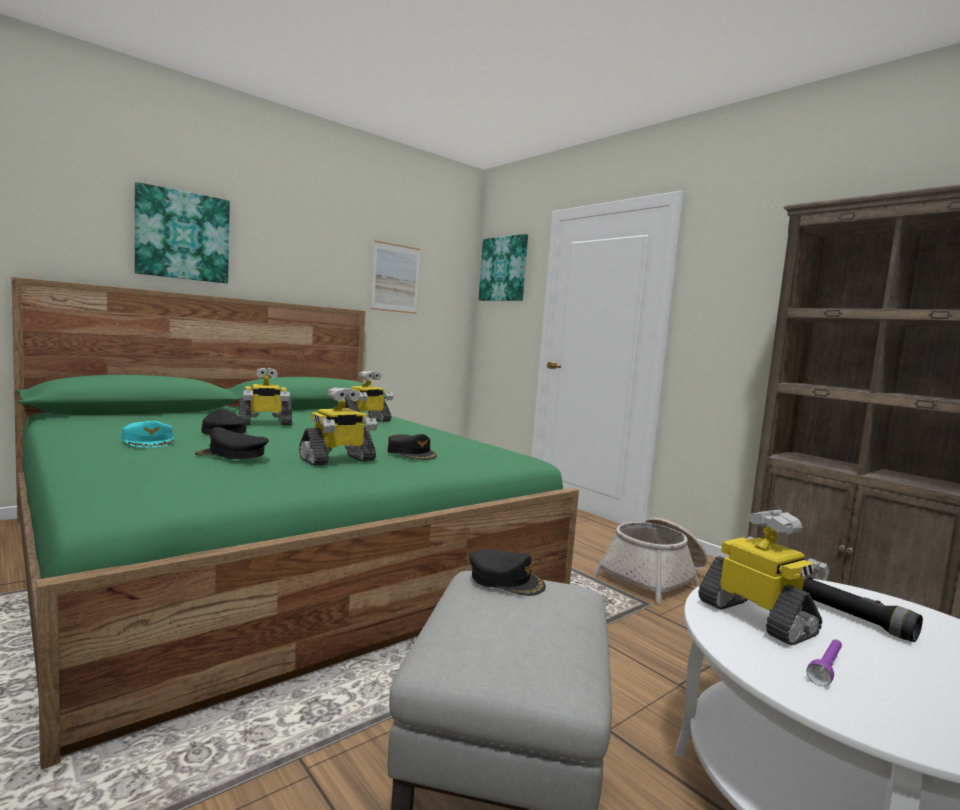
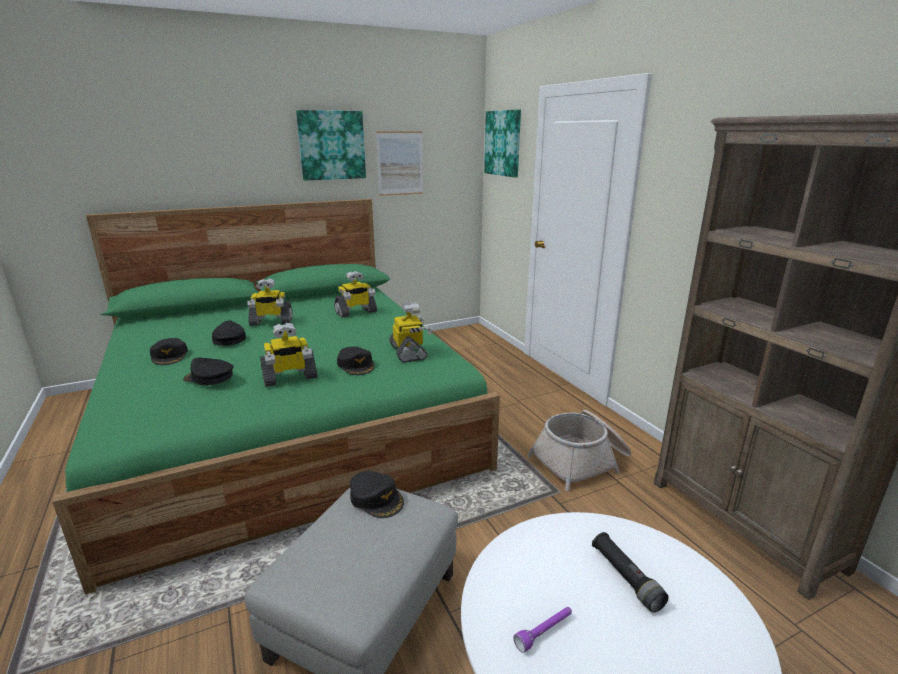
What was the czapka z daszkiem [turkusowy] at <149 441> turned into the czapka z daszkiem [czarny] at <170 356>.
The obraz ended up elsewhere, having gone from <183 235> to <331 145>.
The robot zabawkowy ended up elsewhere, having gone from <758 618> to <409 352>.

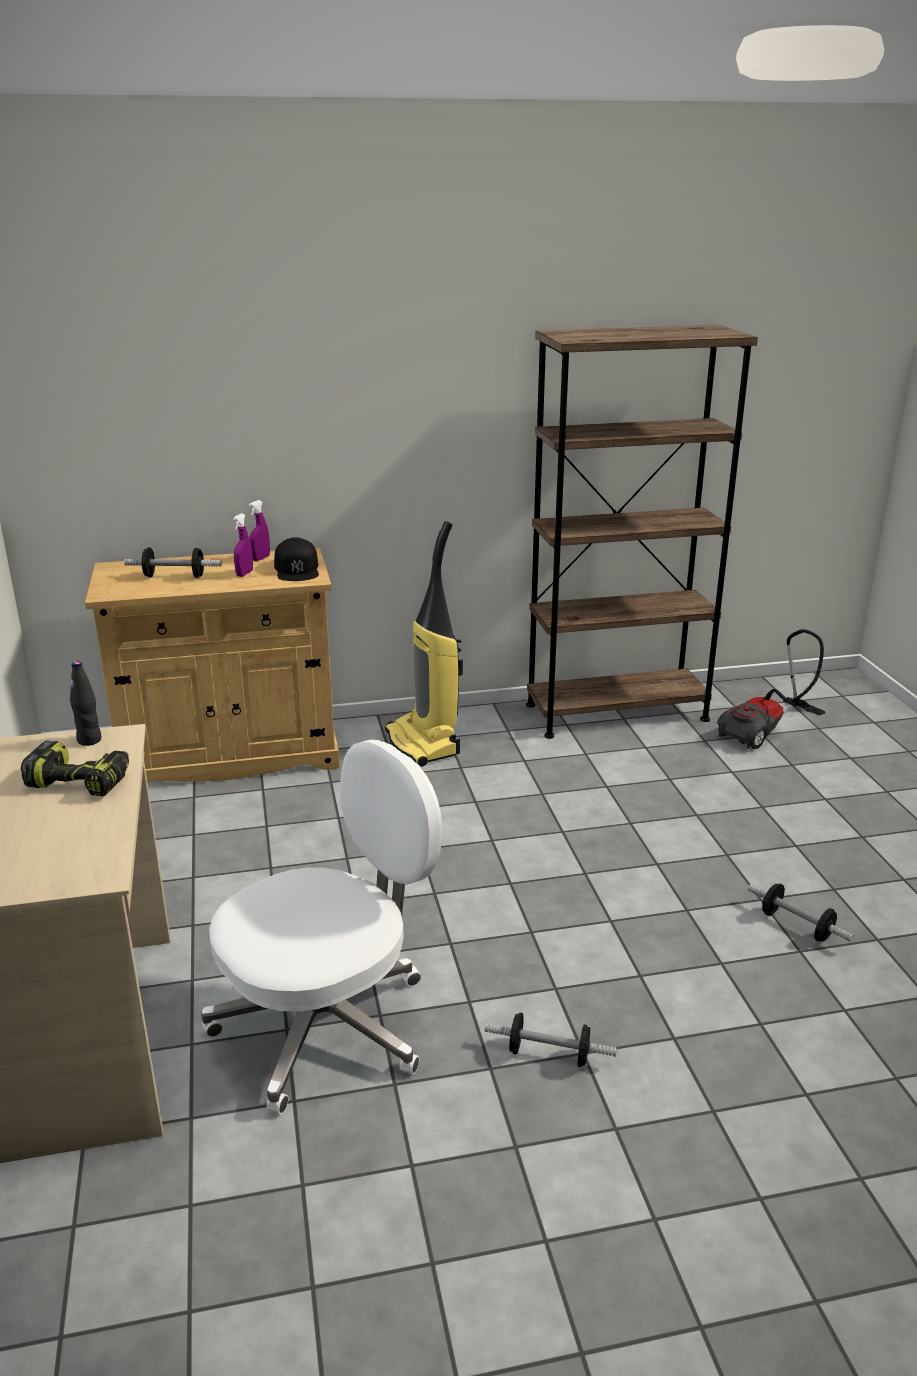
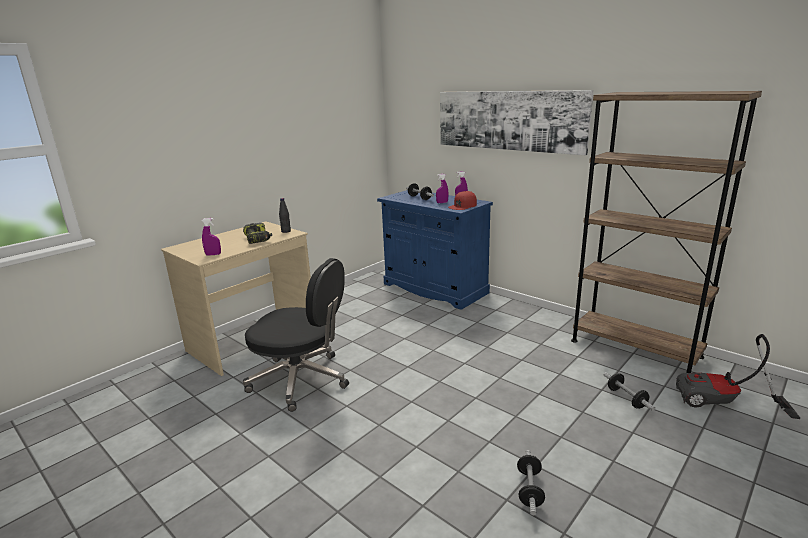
The second view gained the spryskiwacz [fioletowy] at <213 254>.
What was the krzesło biurowe [biały] at <327 1024> turned into the krzesło biurowe [czarny] at <301 380>.
What was the szafka [beżowy] at <229 755> turned into the szafka [niebieski] at <434 288>.
The second view gained the obraz at <508 120>.
What was the czapka z daszkiem [czarny] at <297 569> turned into the czapka z daszkiem [czerwony] at <463 206>.
The hantel ended up elsewhere, having gone from <549 1054> to <626 398>.
The second view lost the odkurzacz at <424 743>.

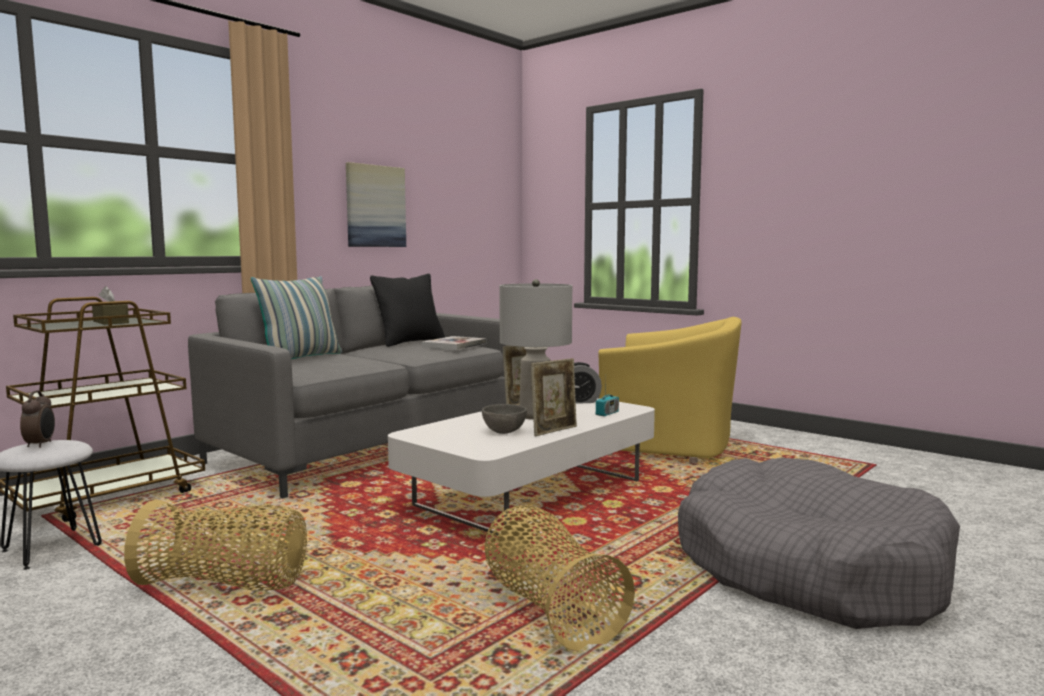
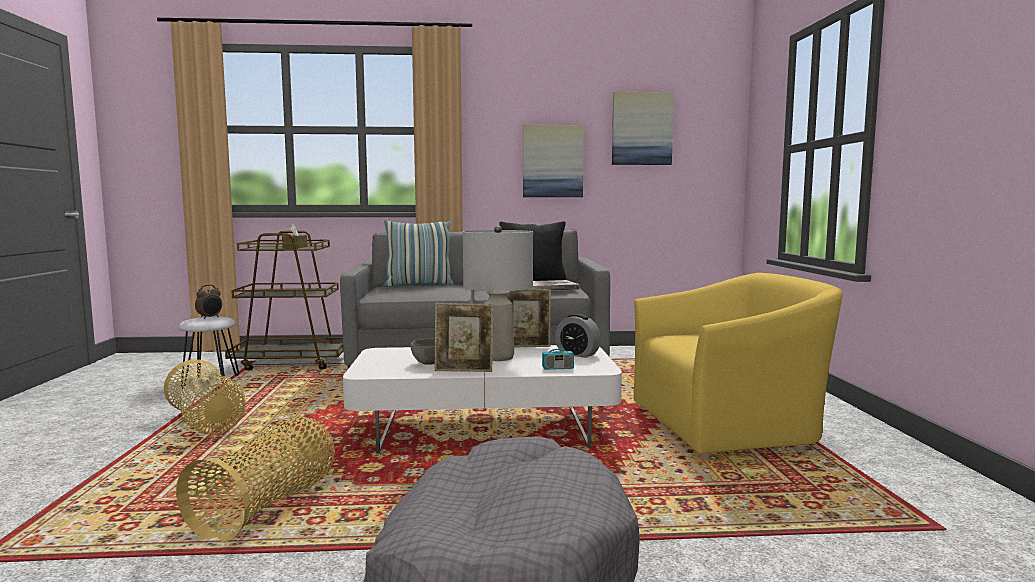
The second view gained the obraz at <642 129>.
The fotel [żółty] at <670 444> ended up facing another way, 75 degrees counterclockwise from before.

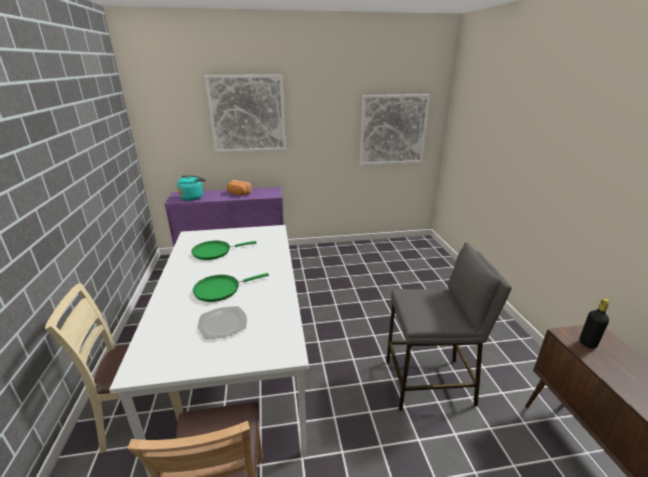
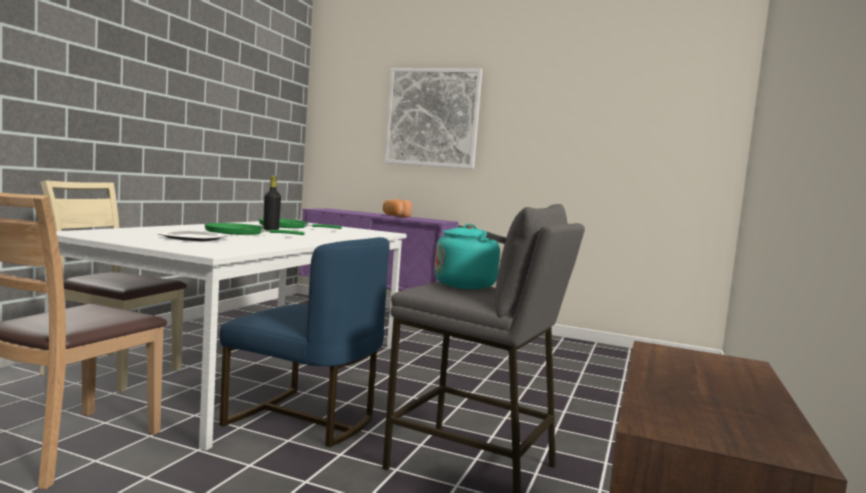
The second view gained the krzesło [niebieski] at <304 419>.
The butelka [czarny] ended up elsewhere, having gone from <587 343> to <271 230>.
The czajnik [turkusowy] ended up elsewhere, having gone from <193 197> to <468 285>.
The second view lost the obraz at <393 130>.

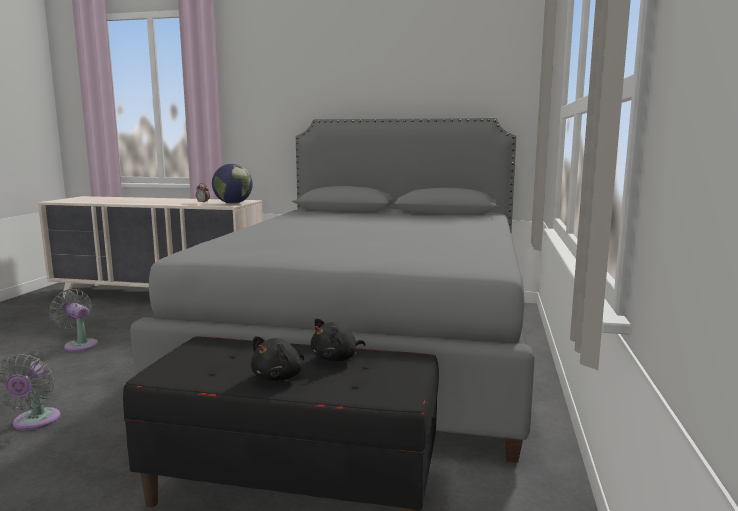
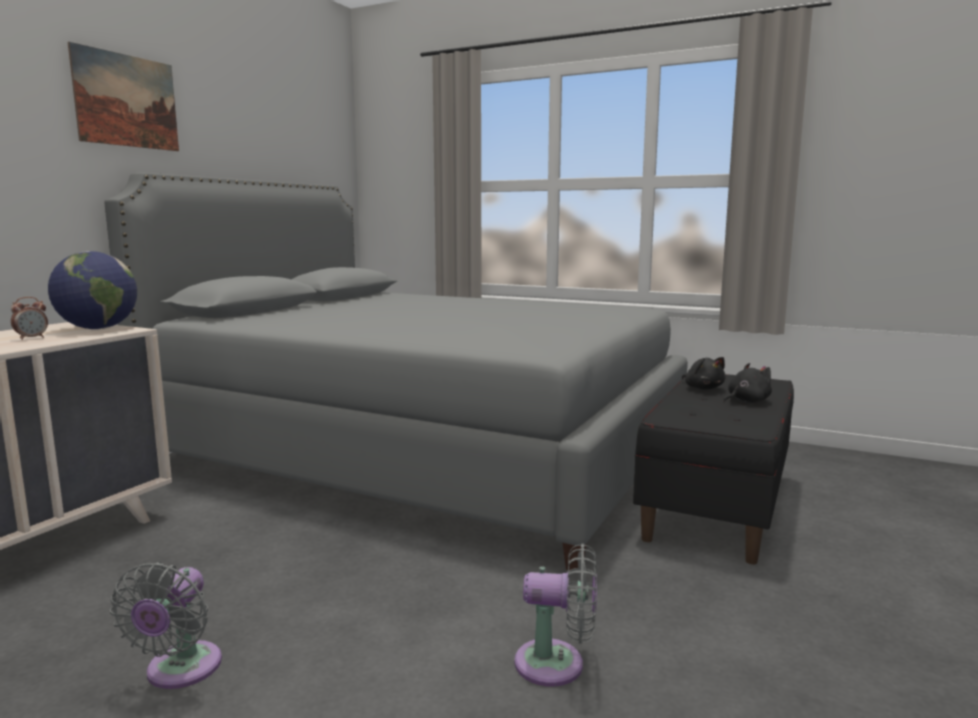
The second view gained the obraz at <126 101>.
The wentylator [szary] at <79 345> ended up facing another way, 45 degrees counterclockwise from before.
The pluszak [czarny] at <279 377> ended up facing another way, 75 degrees counterclockwise from before.

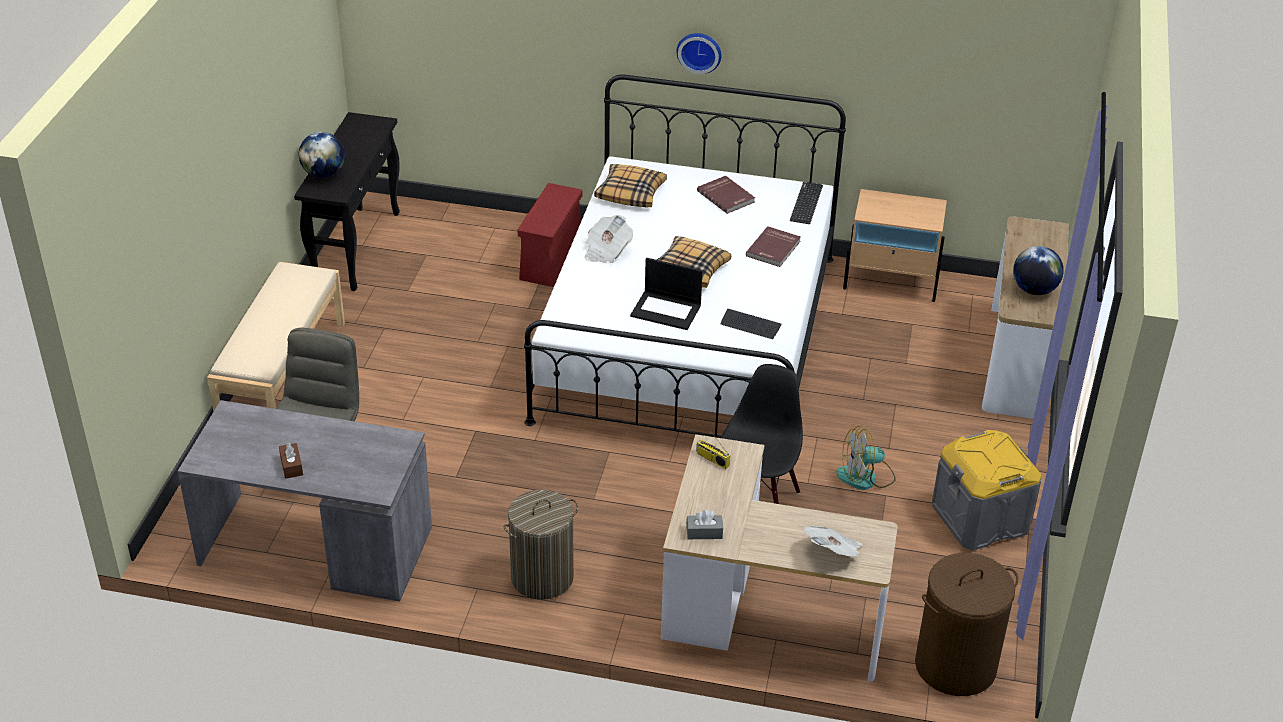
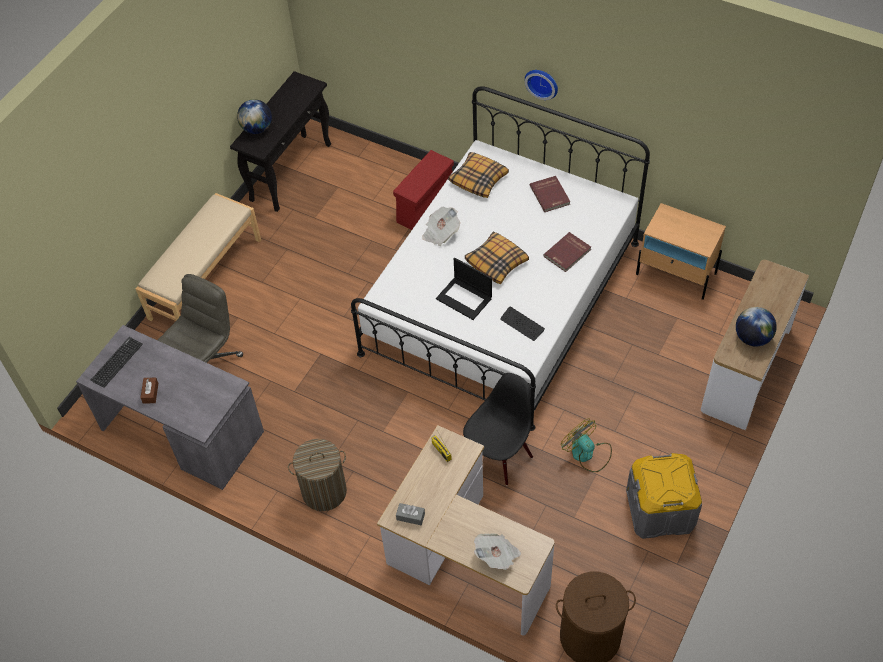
The klawiatura ended up elsewhere, having gone from <806 203> to <117 362>.
The wentylator at <865 477> ended up facing another way, 45 degrees clockwise from before.

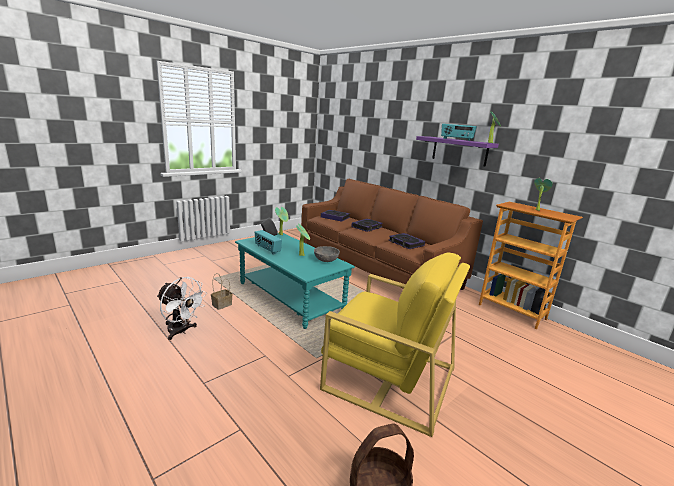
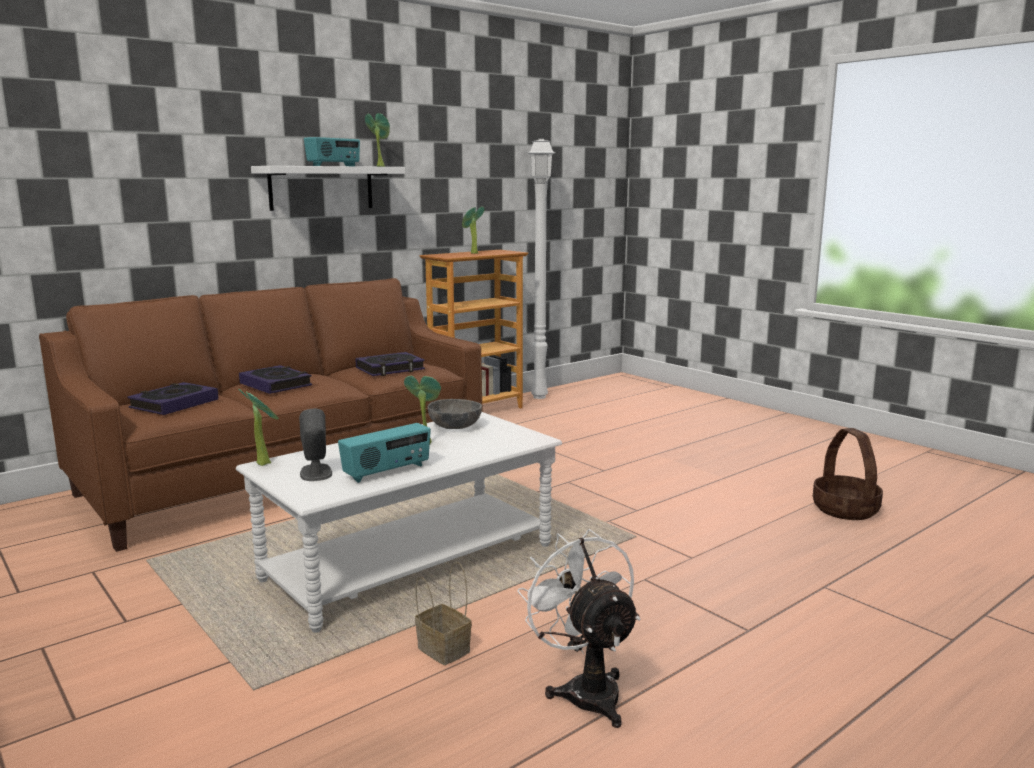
What was the ława [turkusowy] at <290 297> turned into the ława [biały] at <411 563>.
What was the półka [fioletowy] at <459 151> turned into the półka [biały] at <321 188>.
The wentylator [biały] at <181 331> ended up facing another way, 60 degrees counterclockwise from before.
The second view gained the lampa stojąca [biały] at <538 396>.
The second view lost the fotel [żółty] at <389 377>.

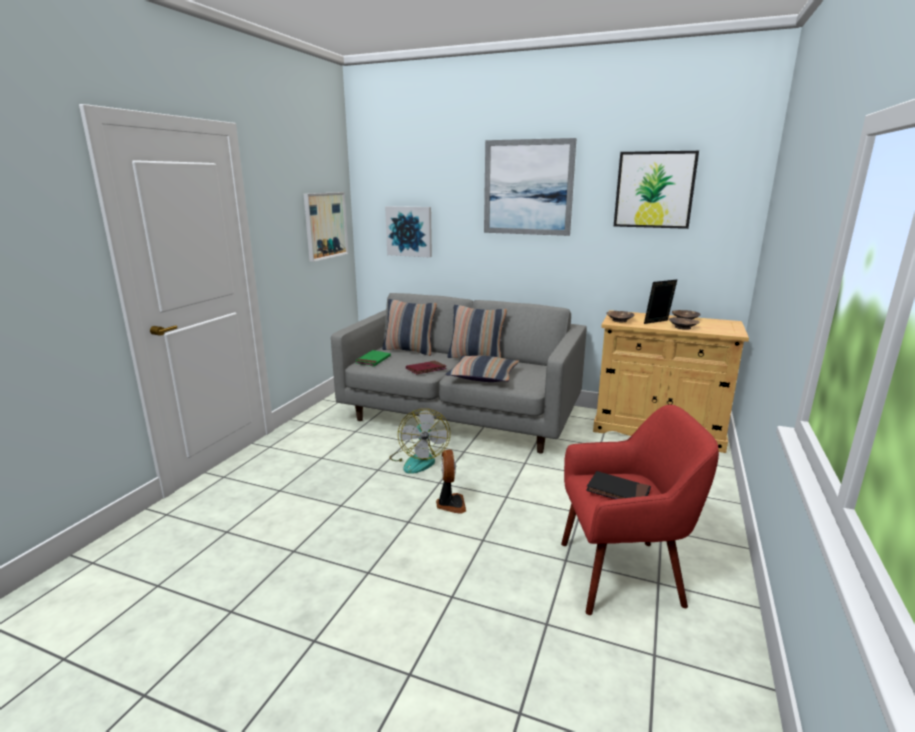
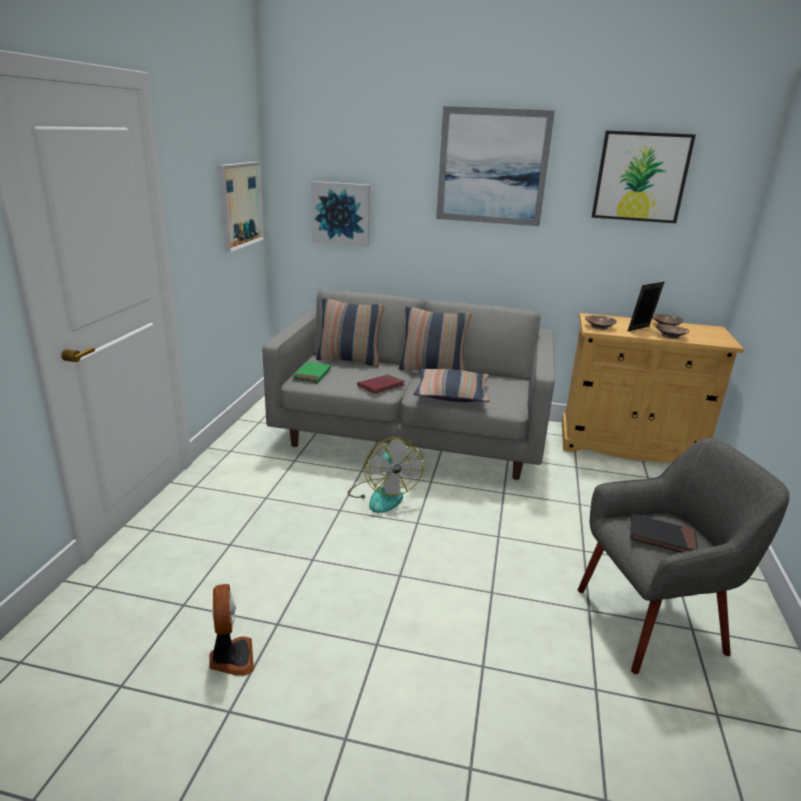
The wentylator ended up elsewhere, having gone from <450 504> to <231 658>.
What was the fotel [czerwony] at <622 574> turned into the fotel [szary] at <652 622>.

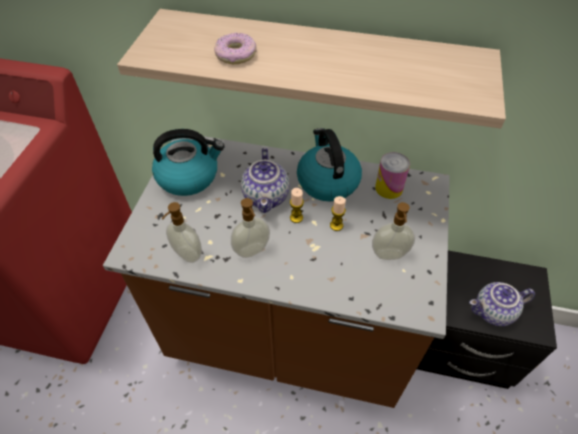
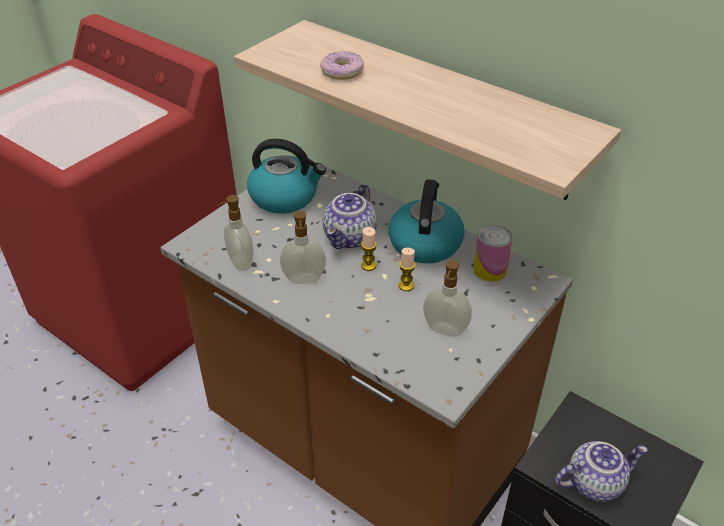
The imbryk at <493 312> ended up facing another way, 150 degrees clockwise from before.

